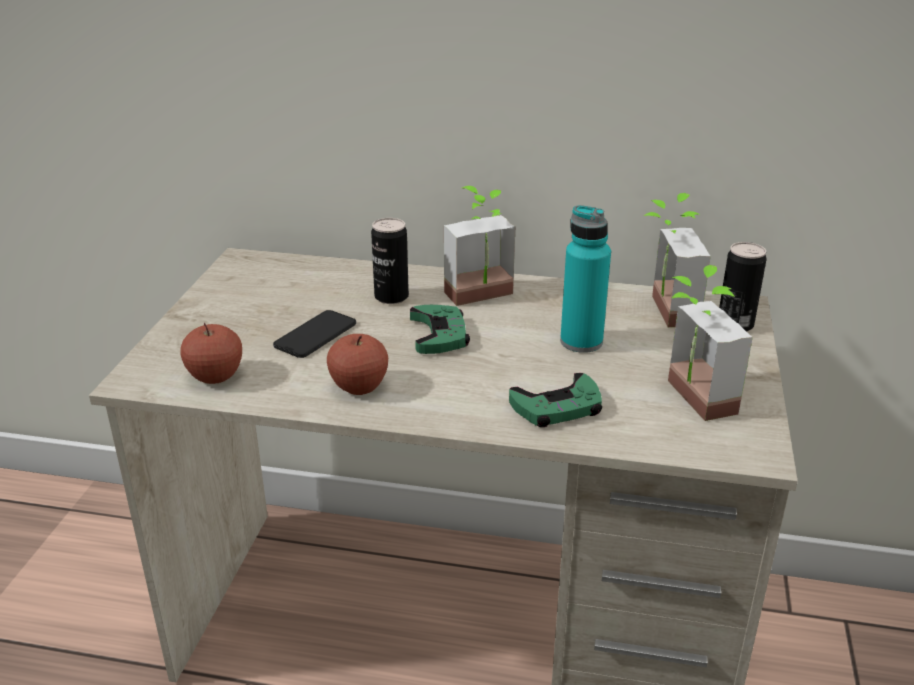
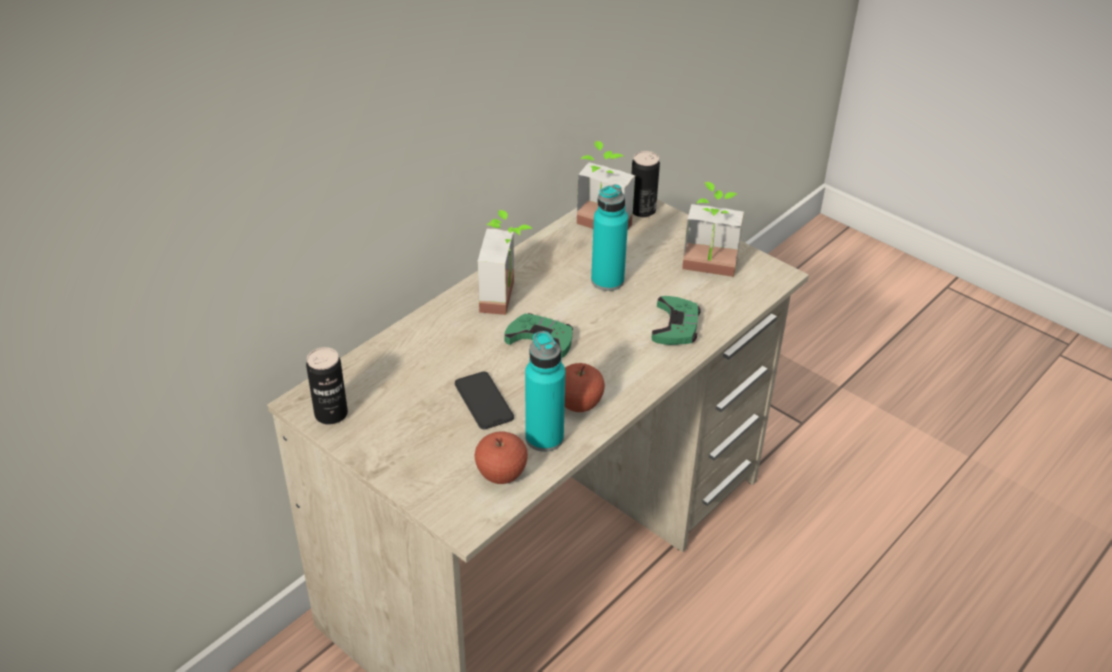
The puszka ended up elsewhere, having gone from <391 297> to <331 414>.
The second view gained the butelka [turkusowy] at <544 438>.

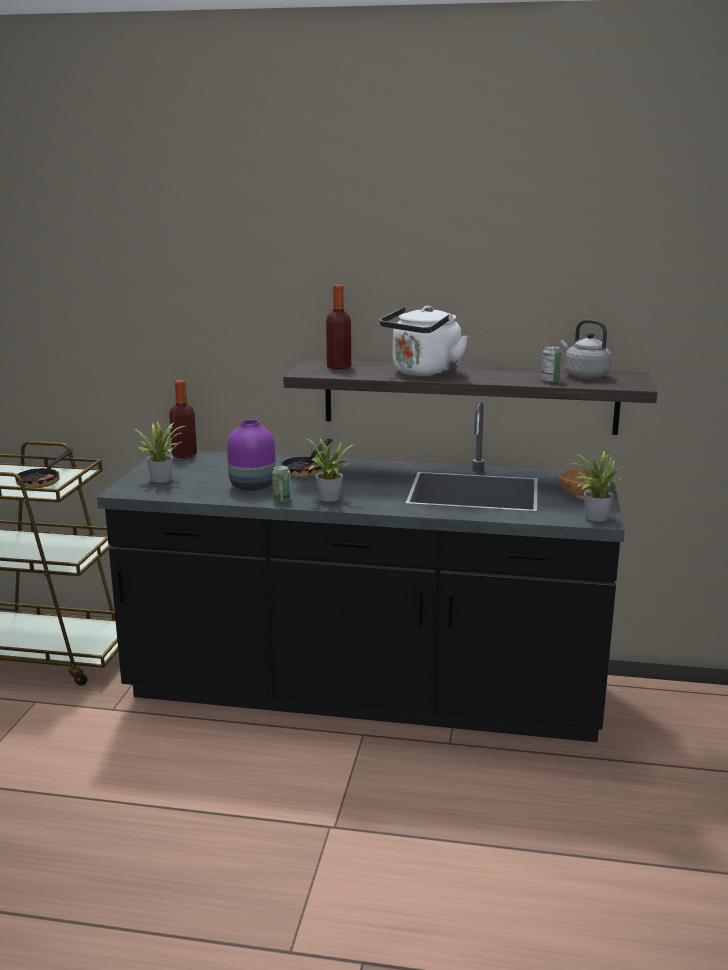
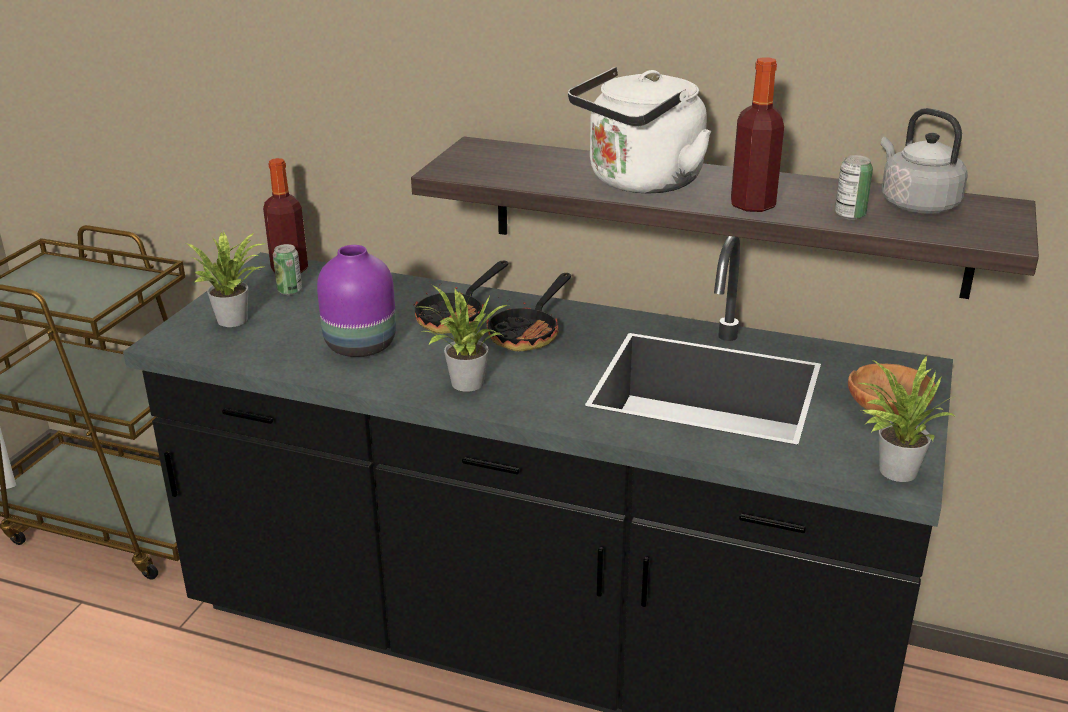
The puszka ended up elsewhere, having gone from <282 500> to <289 291>.
The patelnia ended up elsewhere, having gone from <42 481> to <529 333>.
The butelka ended up elsewhere, having gone from <338 367> to <752 205>.

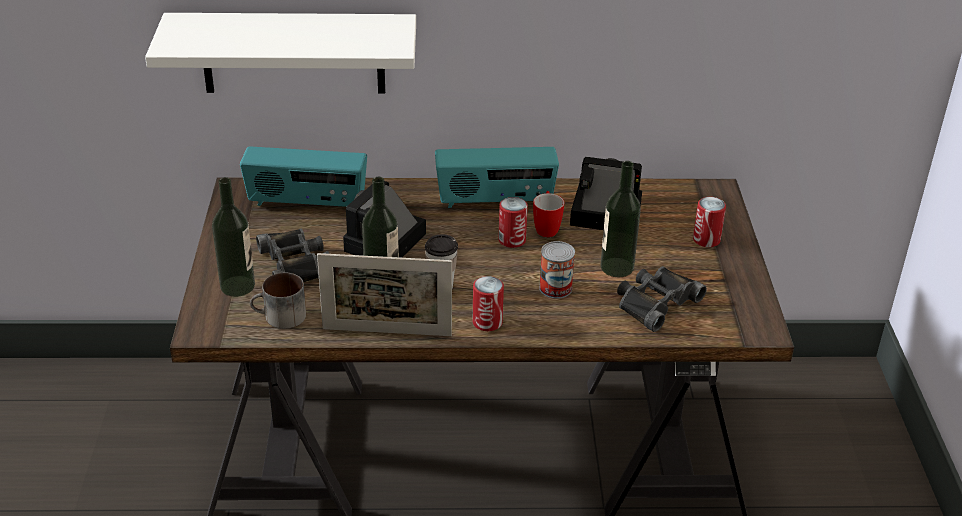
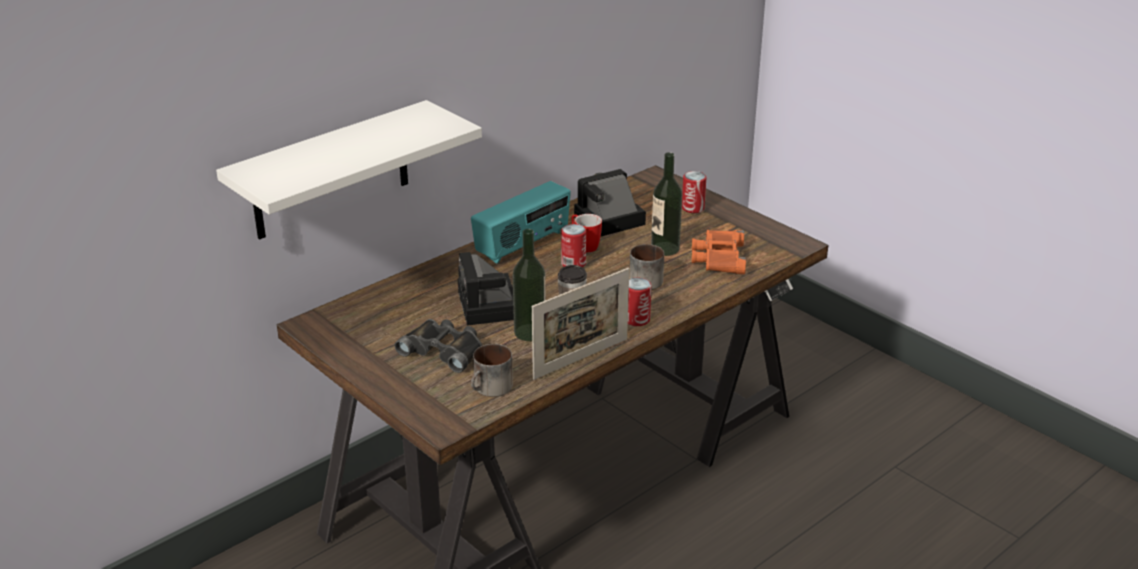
Where the puszka stood at <555 288>, the kubek came to stand at <647 278>.
What was the lornetka [czarny] at <655 302> turned into the lornetka [pomarańczowy] at <718 258>.
The second view lost the butelka at <237 286>.
The second view lost the radio at <307 203>.

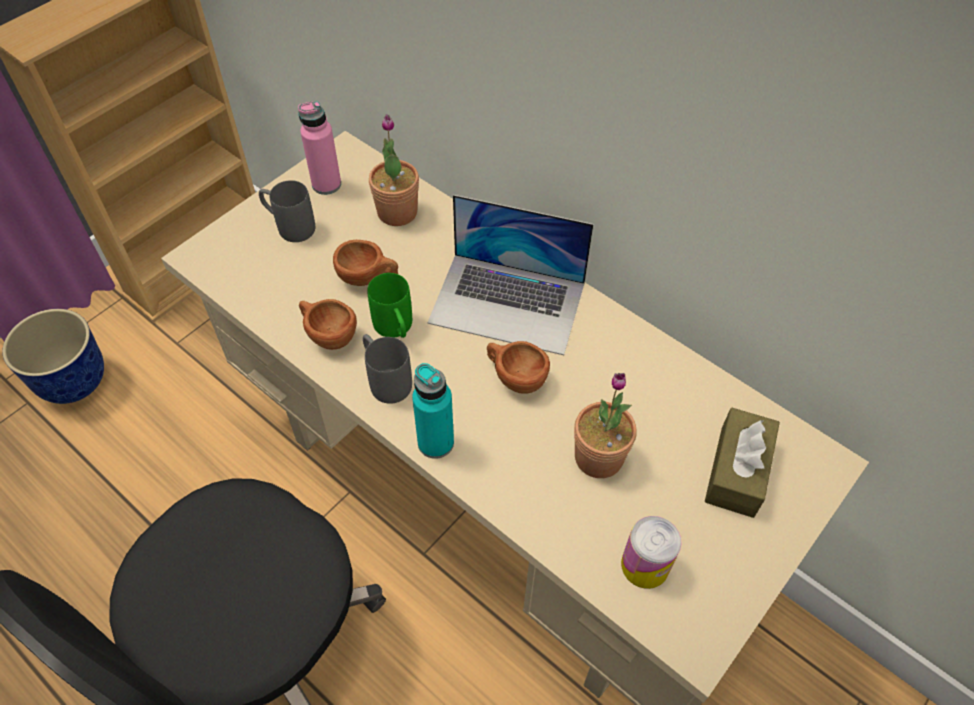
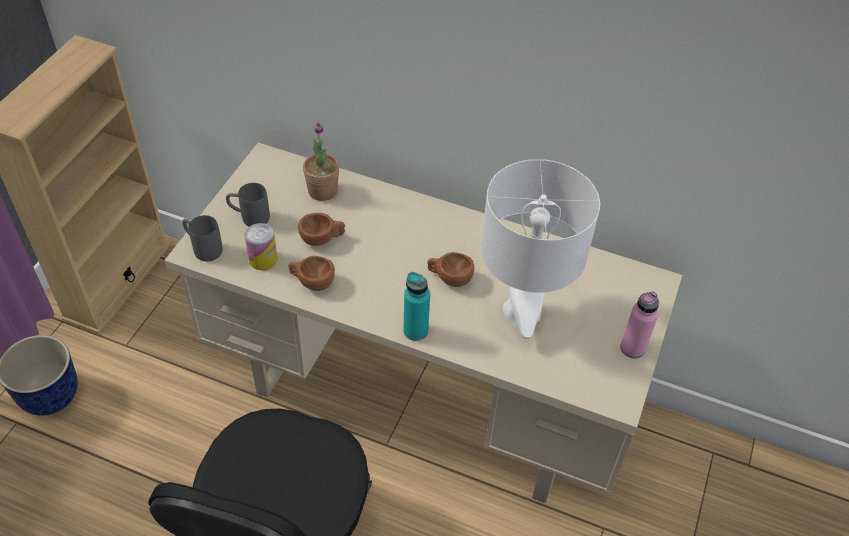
The kubek [szary] ended up elsewhere, having gone from <385 379> to <203 248>.
The puszka ended up elsewhere, having gone from <645 565> to <263 259>.
Where the roślina doniczkowa stood at <598 457>, the lampa stołowa [biały] came to stand at <522 313>.
The butelka [różowy] ended up elsewhere, having gone from <326 184> to <632 348>.
The second view lost the kubek [zielony] at <396 329>.
The second view lost the laptop at <508 303>.
The second view lost the pudełko chusteczek [brązowy] at <737 471>.

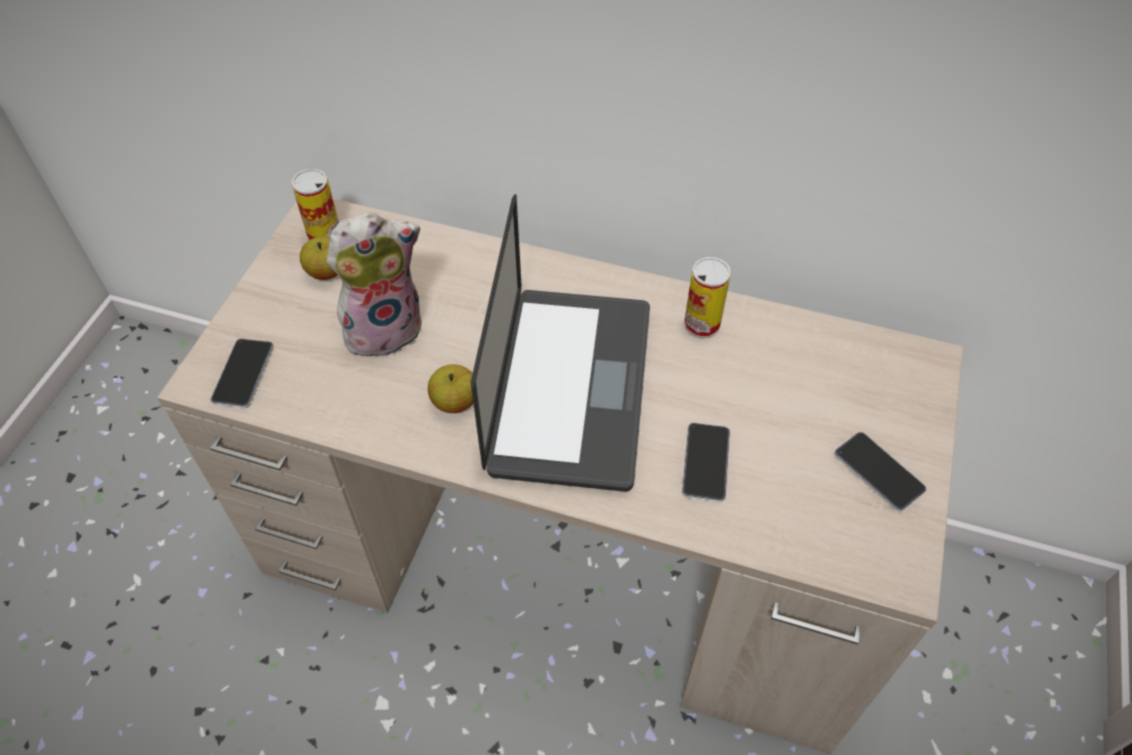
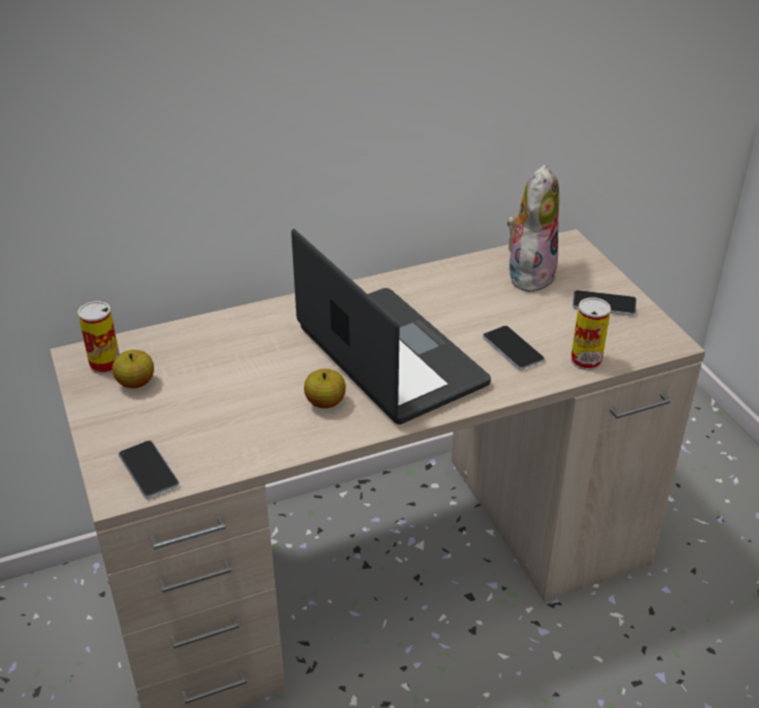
The pluszak ended up elsewhere, having gone from <385 328> to <529 273>.
The puszka ended up elsewhere, having gone from <702 324> to <586 360>.

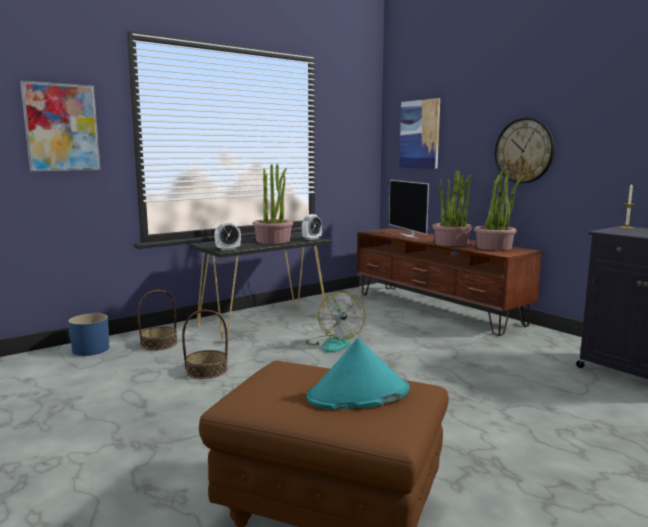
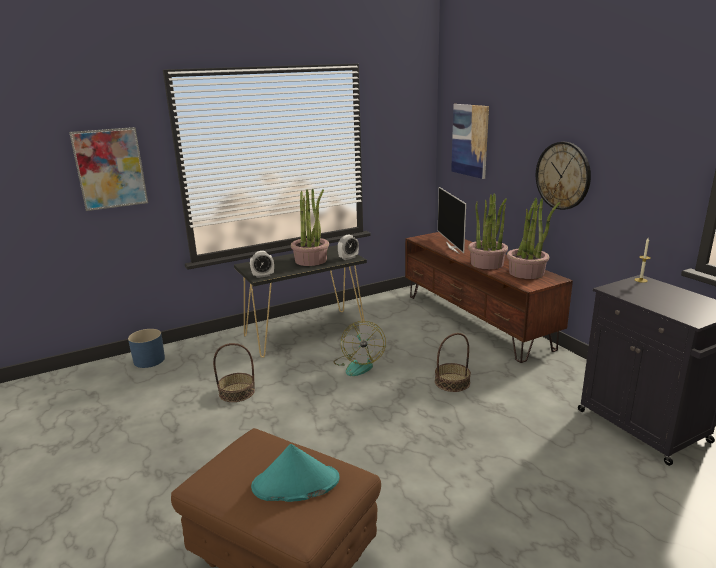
The koszyk ended up elsewhere, having gone from <159 344> to <452 382>.

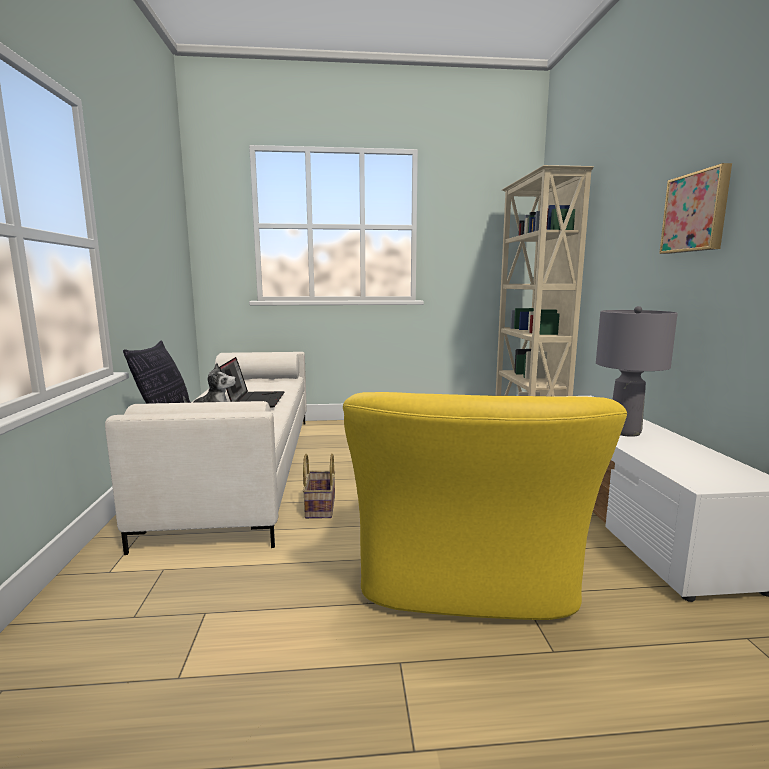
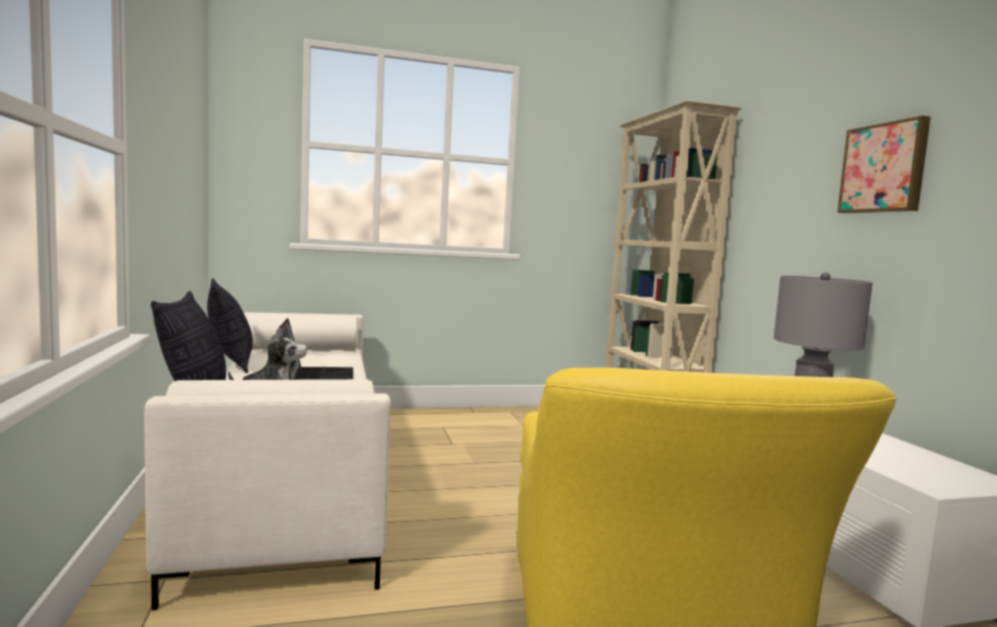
The second view gained the poduszka at <230 364>.
The second view lost the koszyk at <319 506>.

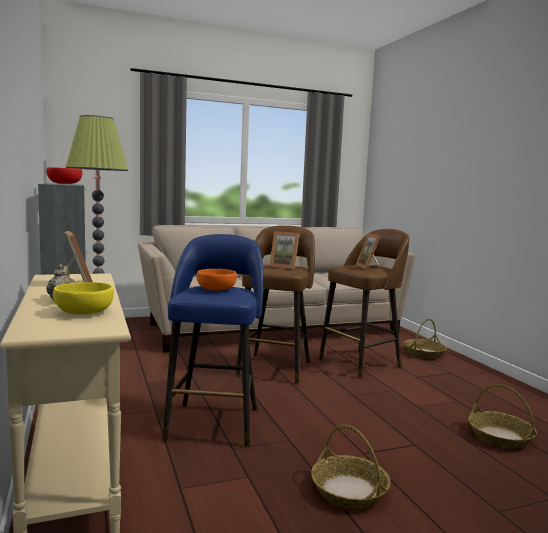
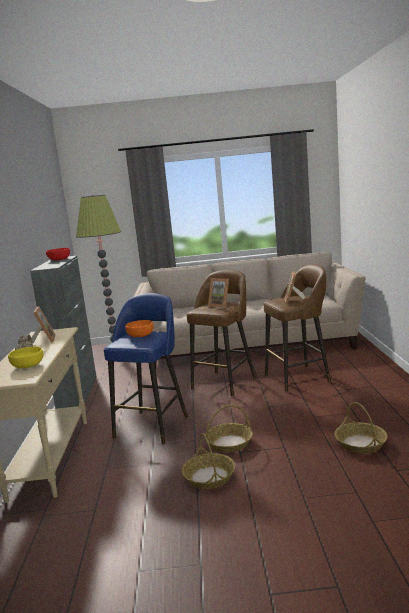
The koszyk ended up elsewhere, having gone from <424 353> to <229 443>.

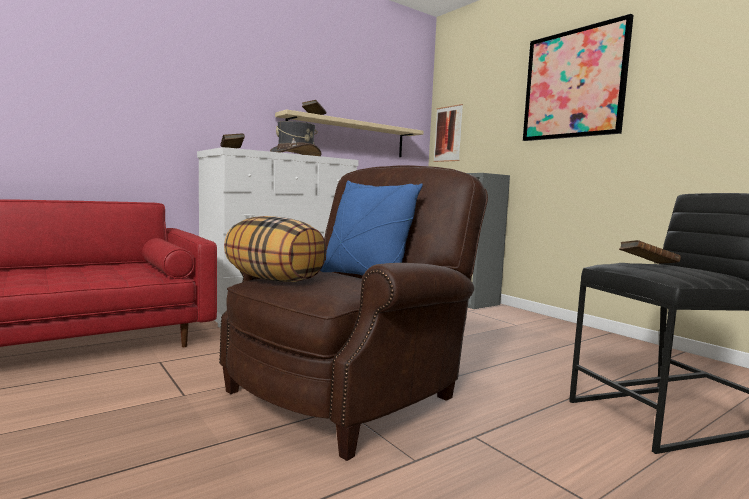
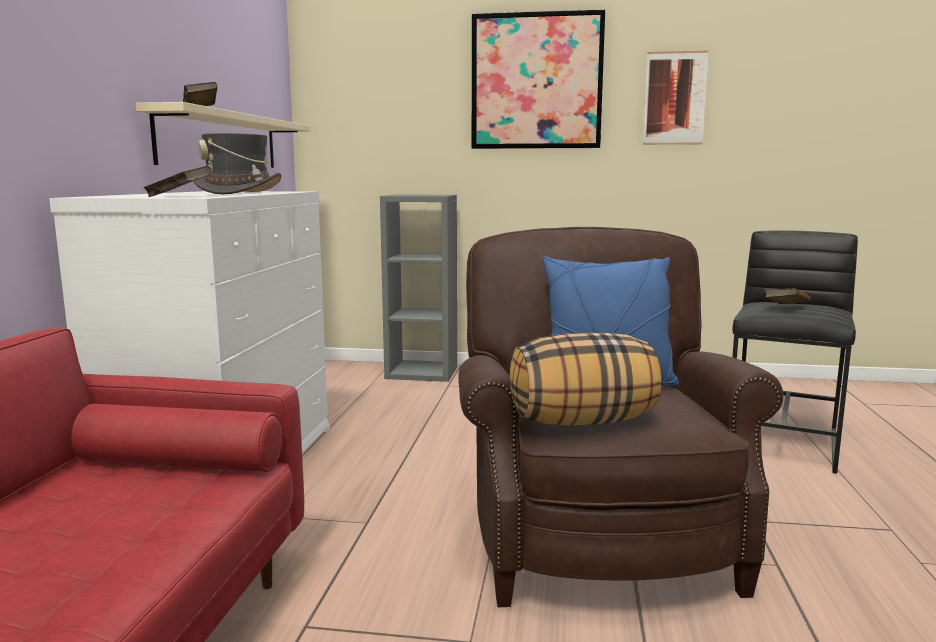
The obraz ended up elsewhere, having gone from <448 134> to <675 98>.

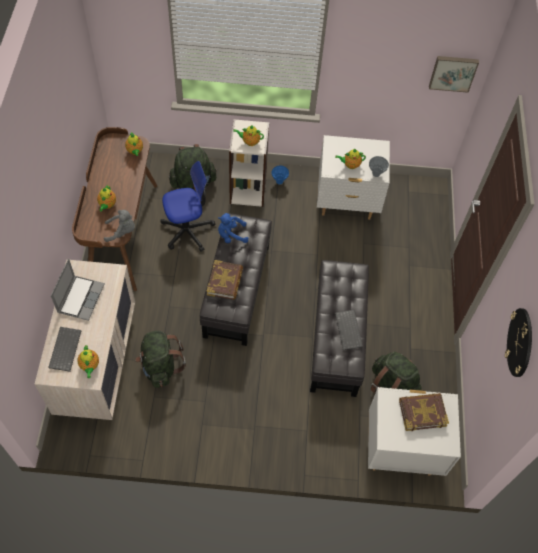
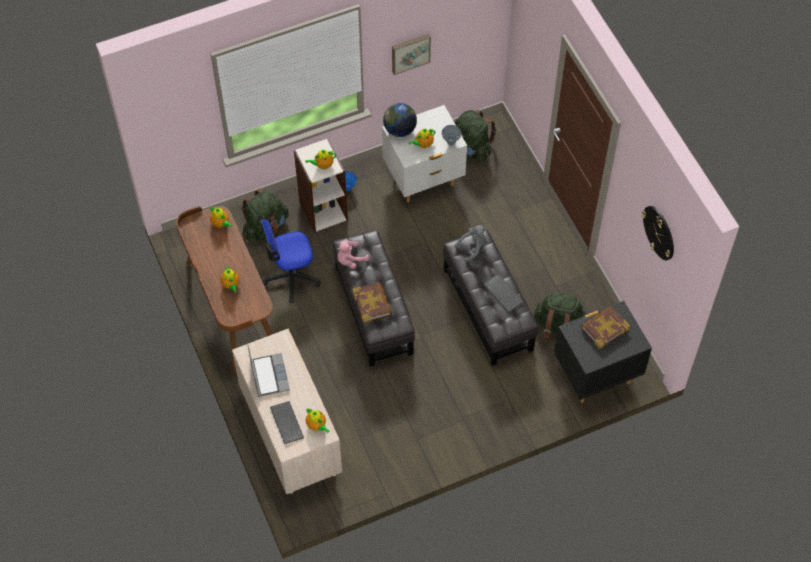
The krzesło biurowe at <187 230> ended up facing another way, 150 degrees counterclockwise from before.
What was the pluszak [niebieski] at <231 235> turned into the pluszak [różowy] at <350 260>.
The second view gained the globus at <399 130>.
The obraz ended up elsewhere, having gone from <453 72> to <410 52>.
The plecak [zielony] ended up elsewhere, having gone from <160 366> to <471 148>.
The pluszak [szary] ended up elsewhere, having gone from <122 231> to <473 247>.
What was the szafka nocna [biały] at <401 451> turned into the szafka nocna [czarny] at <596 375>.

